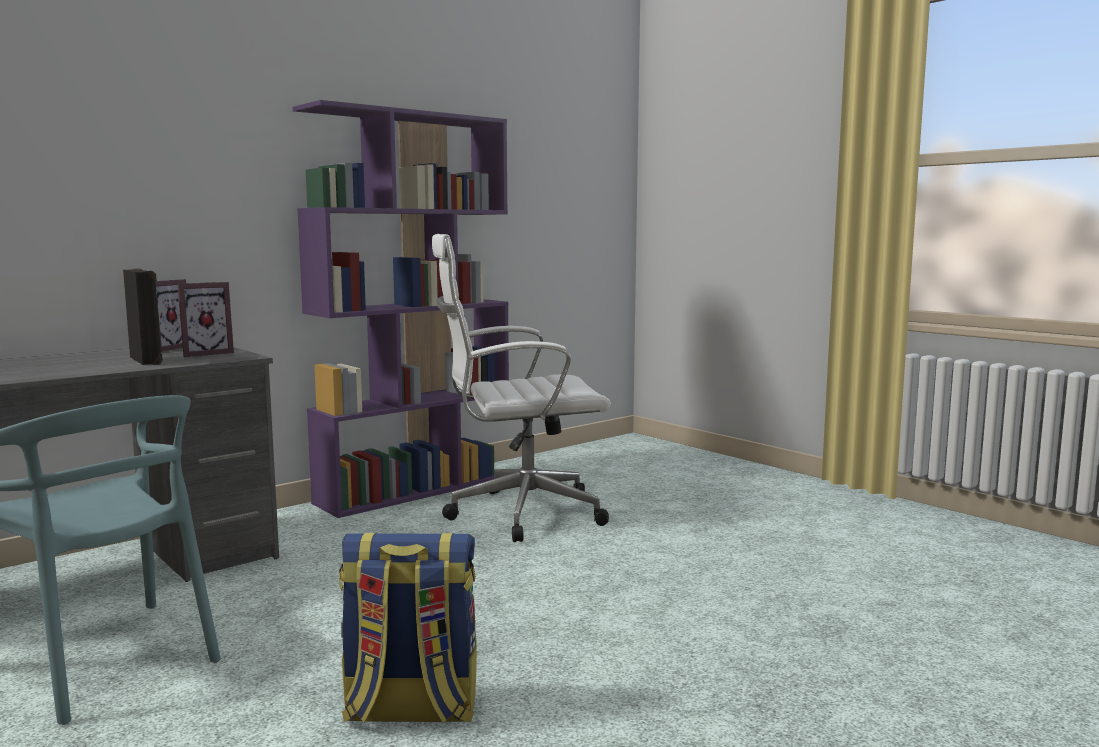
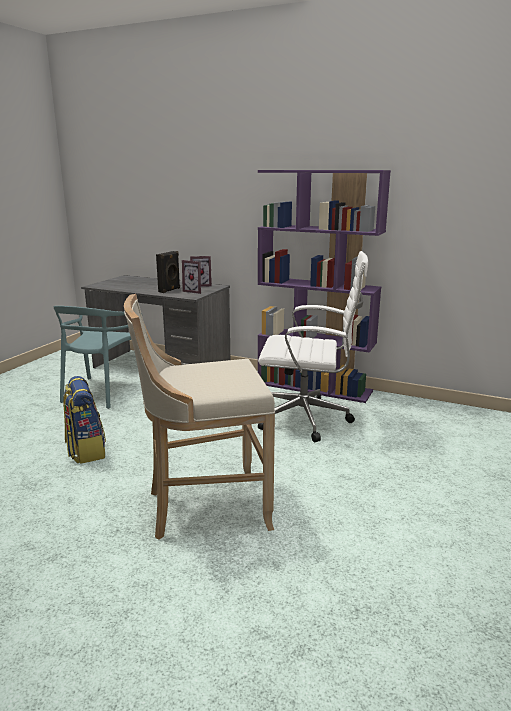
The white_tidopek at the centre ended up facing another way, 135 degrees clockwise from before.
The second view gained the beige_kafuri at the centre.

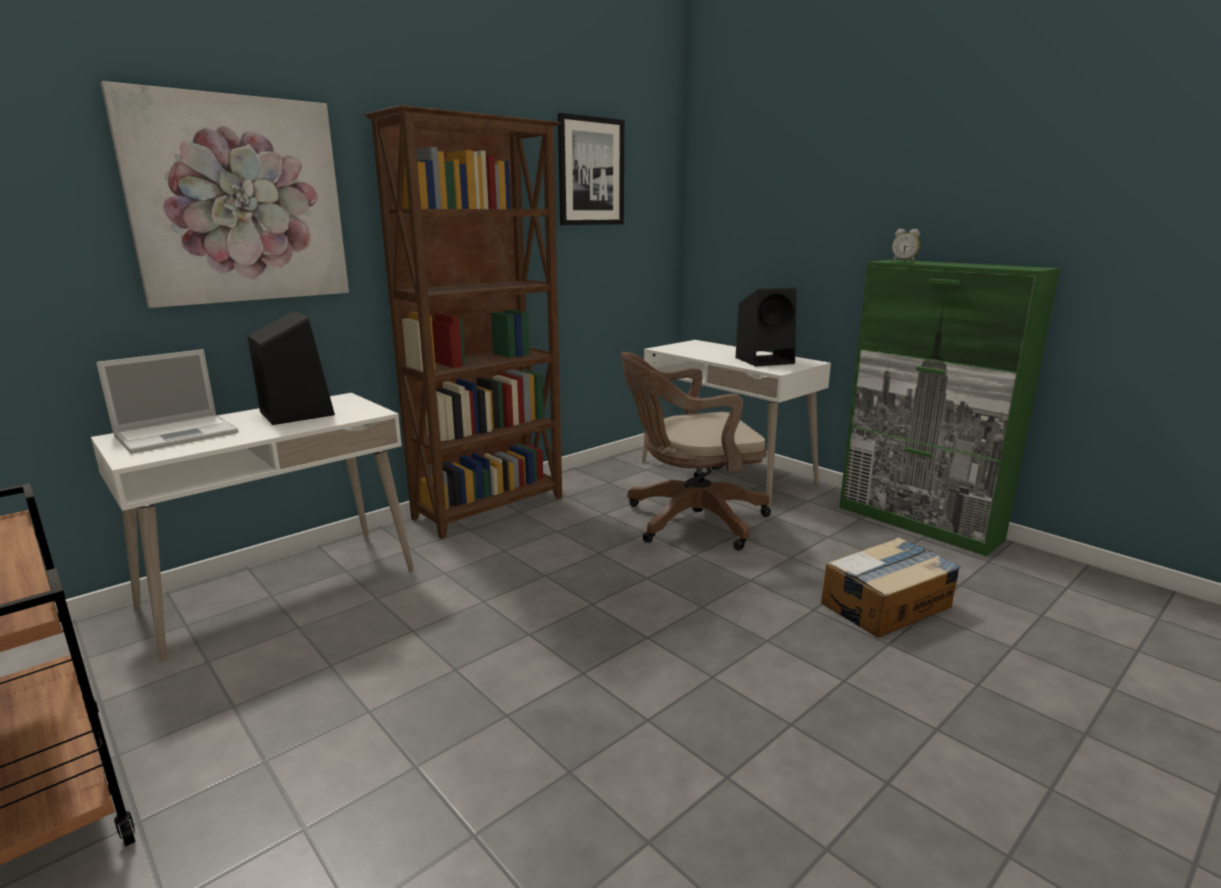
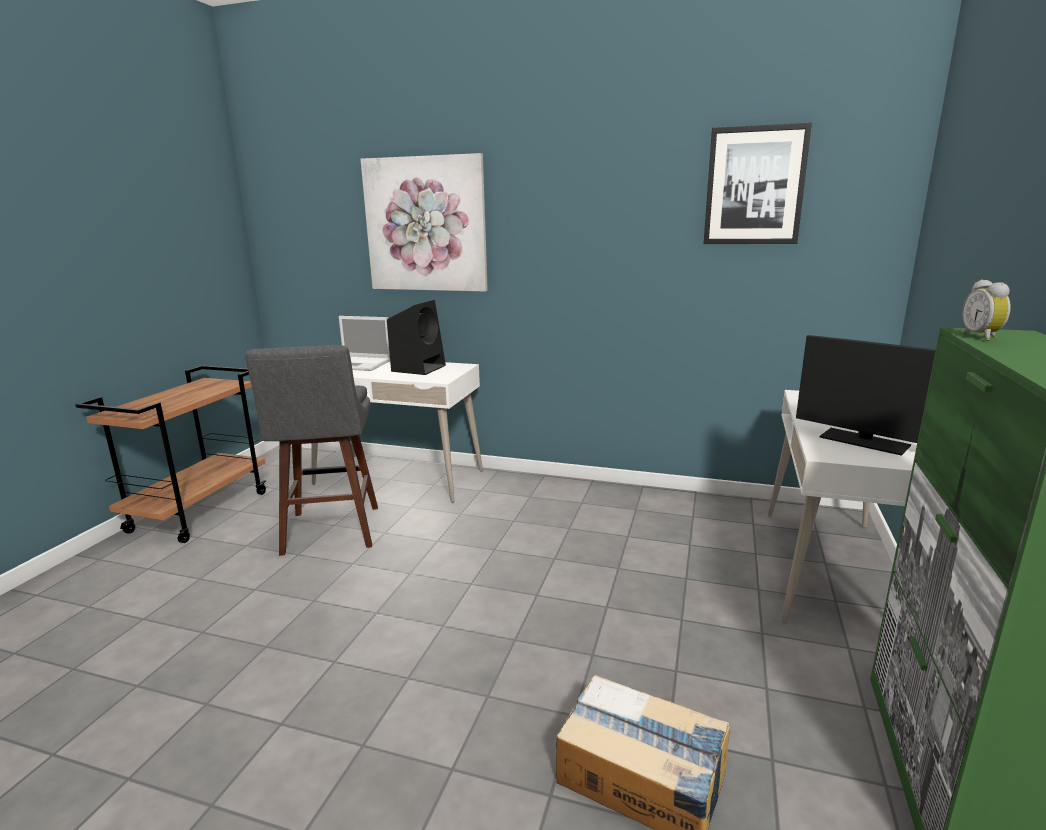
The second view lost the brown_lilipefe at the centre.
The second view lost the brown_tidopek at the centre.
Where the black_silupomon (no. 2 from left) stood at the centre, the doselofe came to stand at the middle right.
The second view gained the grey_kafuri at the middle left.

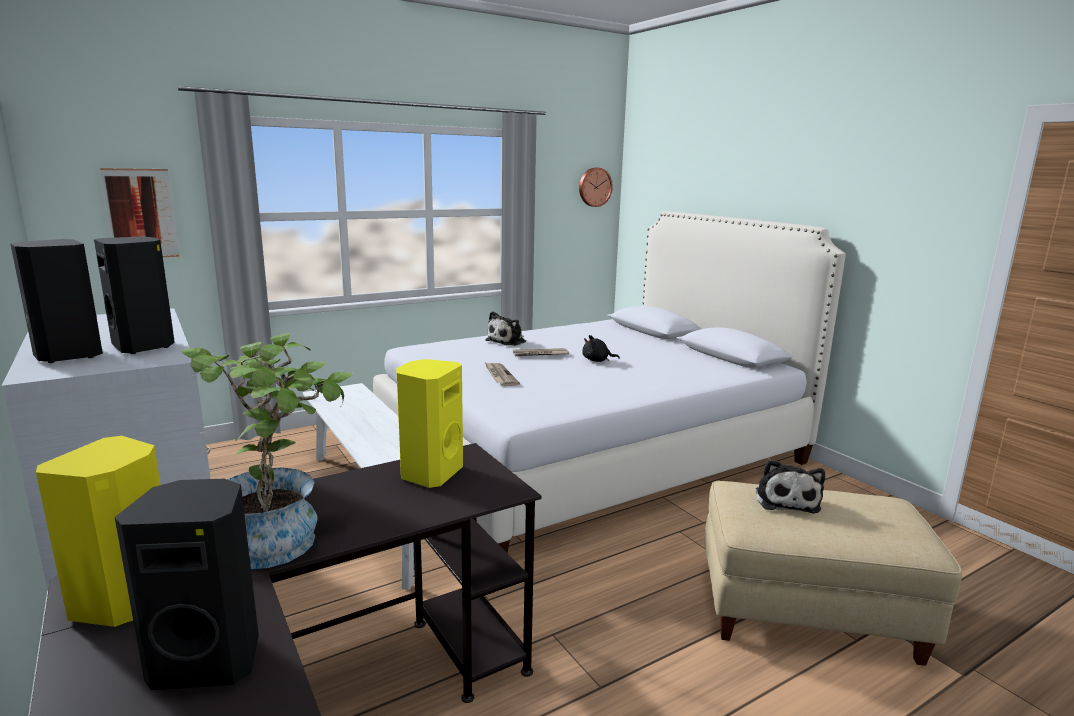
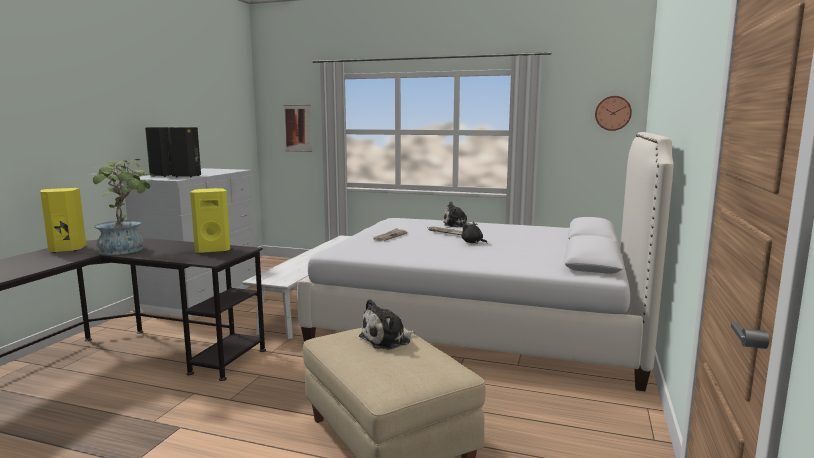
The second view lost the black_silupomon (no. 3 from left) at the bottom left.

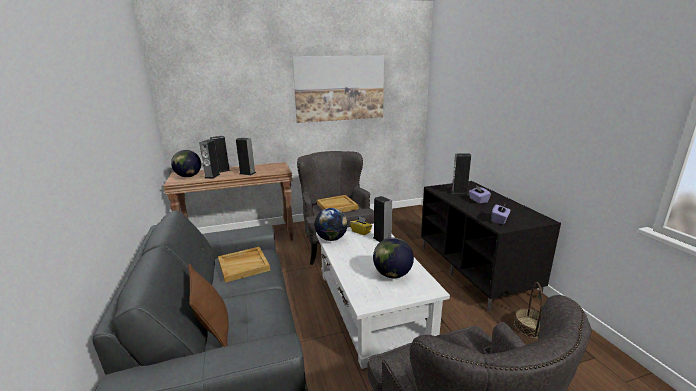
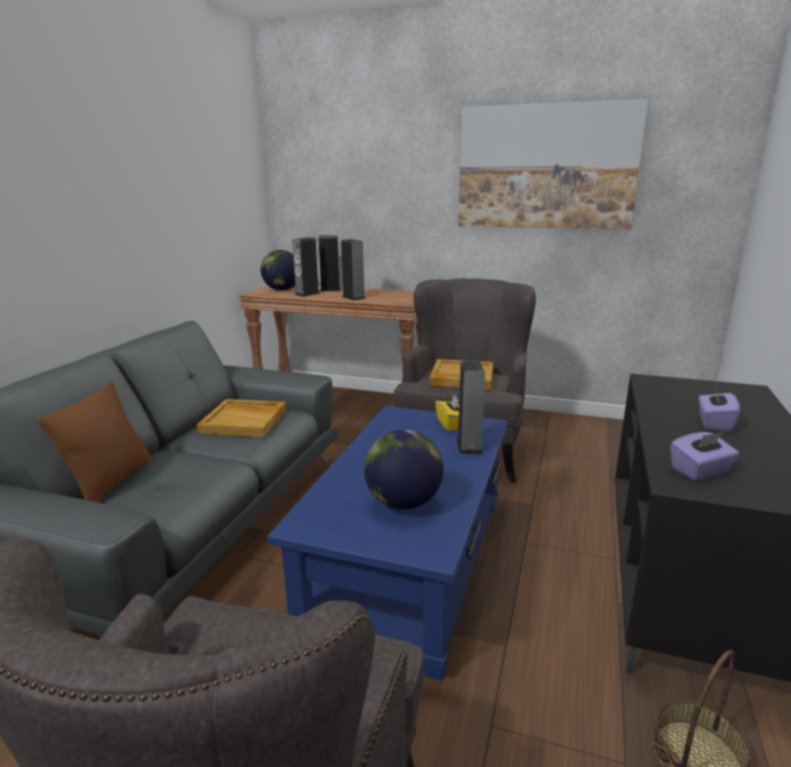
The second view lost the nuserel (no. 2 from left) at the centre.
What was the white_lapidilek at the bottom centre turned into the blue_lapidilek at the bottom centre.
The second view lost the silupomon (no. 5 from left) at the centre.

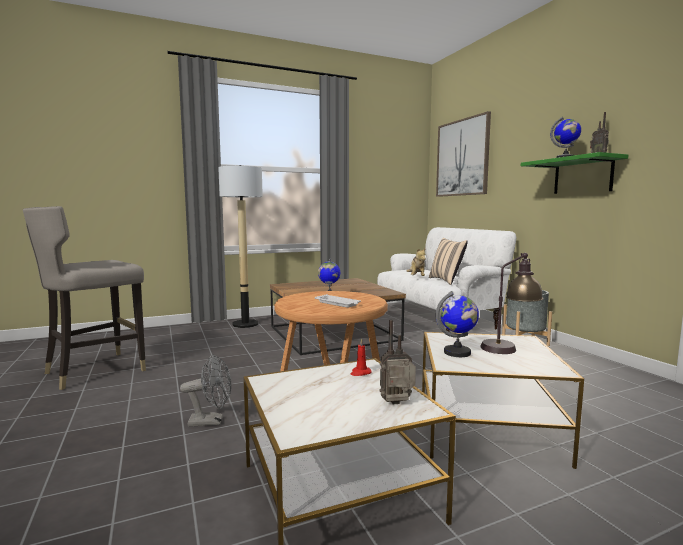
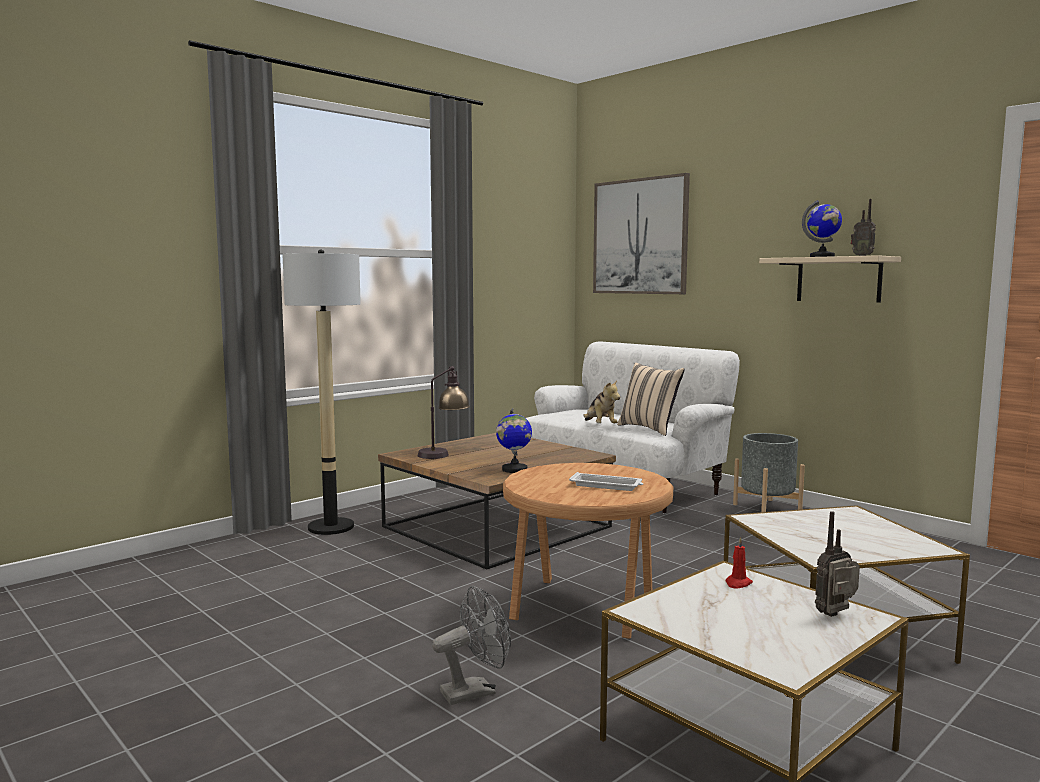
The second view lost the grey_kafuri at the middle left.
The second view lost the nuserel (no. 2 from left) at the middle right.
The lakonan ended up elsewhere, having gone from the middle right to the centre.
What was the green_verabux at the top right turned into the beige_verabux at the middle right.

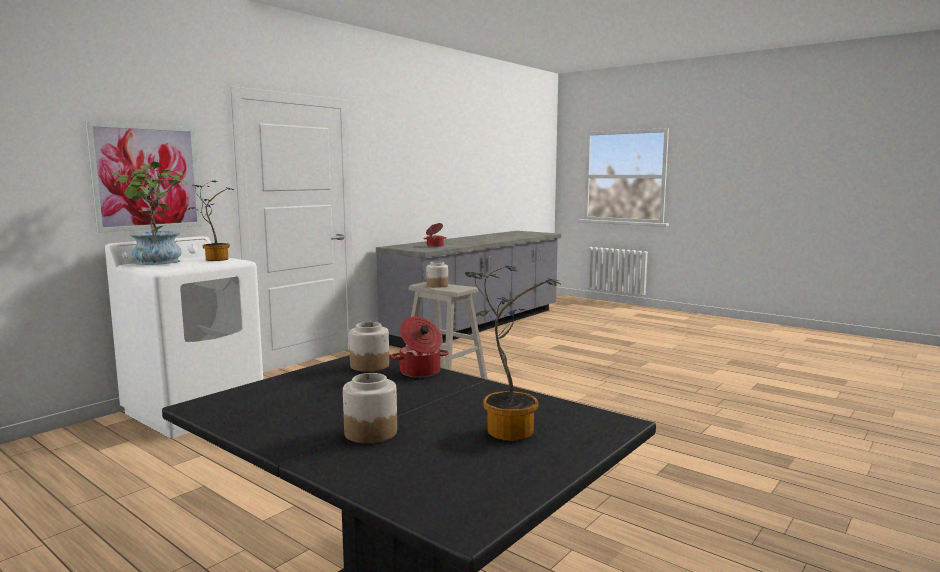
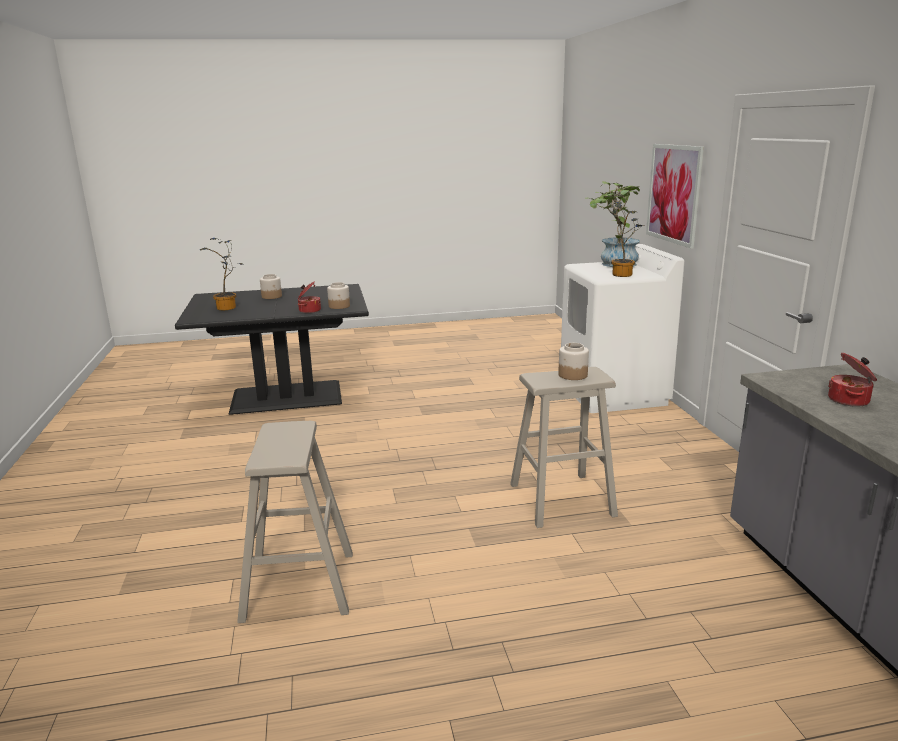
The second view gained the beige_kafuri (no. 1 from left) at the bottom left.

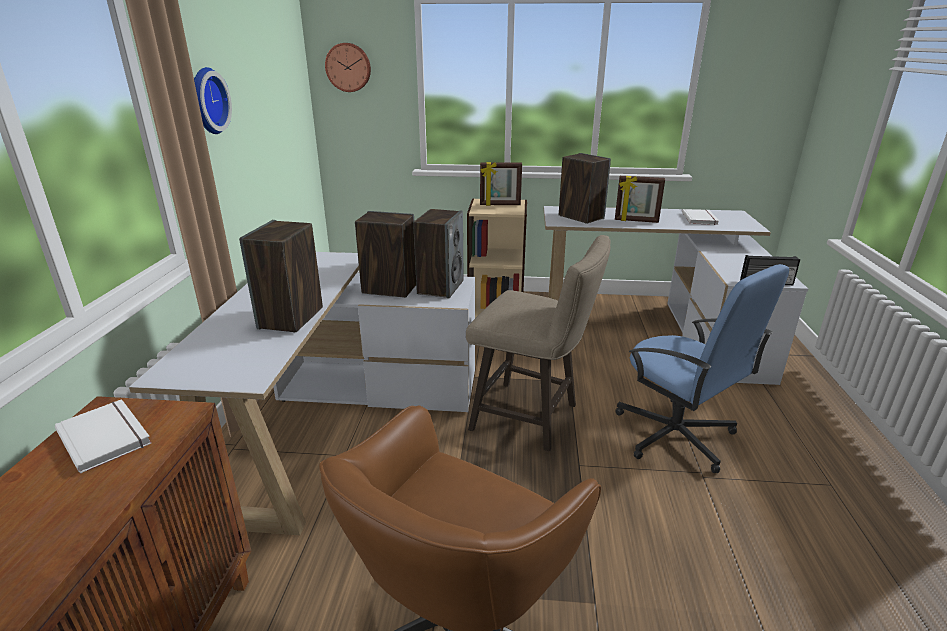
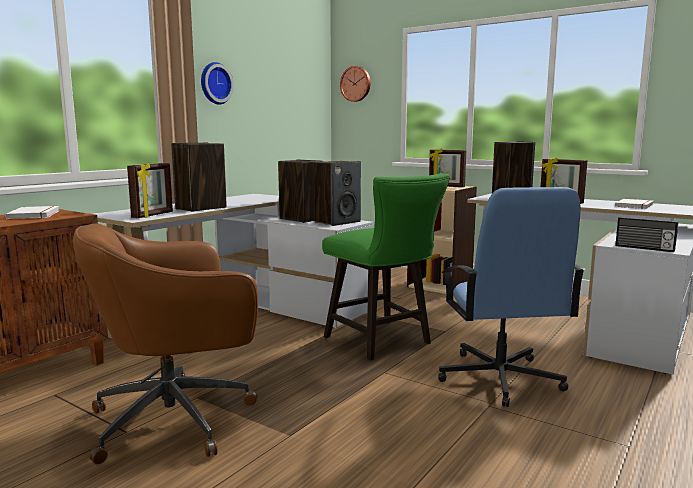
What was the beige_kafuri at the centre turned into the green_kafuri at the centre.
The second view gained the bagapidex (no. 1 from left) at the middle left.

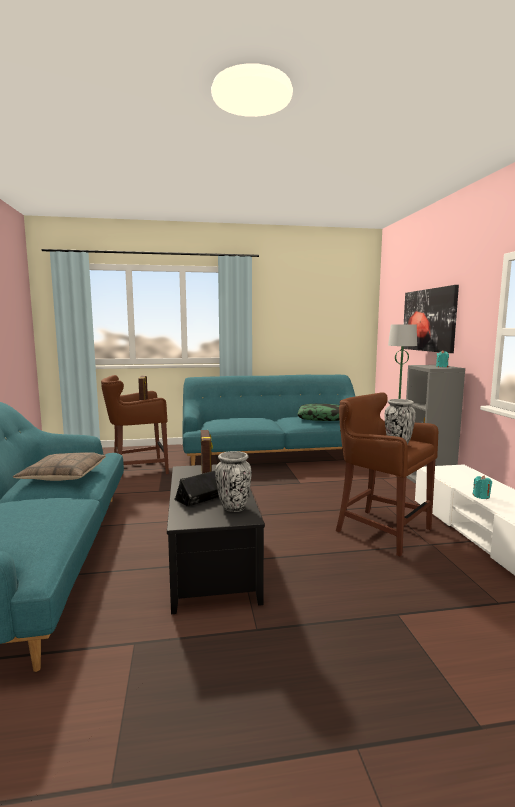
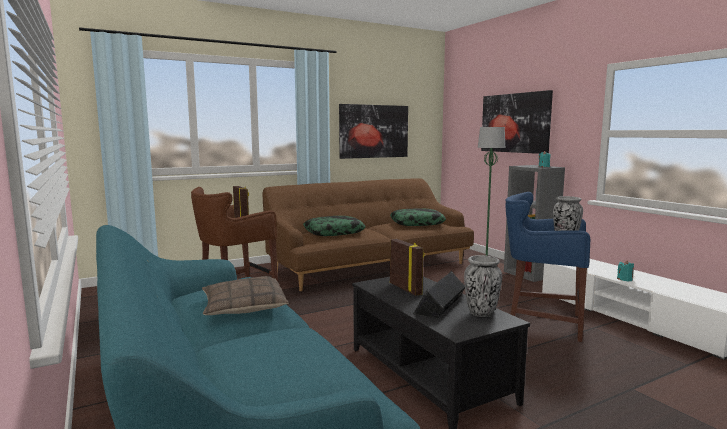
What was the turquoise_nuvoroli (no. 2 from left) at the centre turned into the brown_nuvoroli at the centre.
What was the brown_kafuri (no. 2 from left) at the middle right turned into the blue_kafuri at the middle right.
The second view gained the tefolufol (no. 2 from left) at the centre.
The second view gained the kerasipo (no. 1 from left) at the top centre.

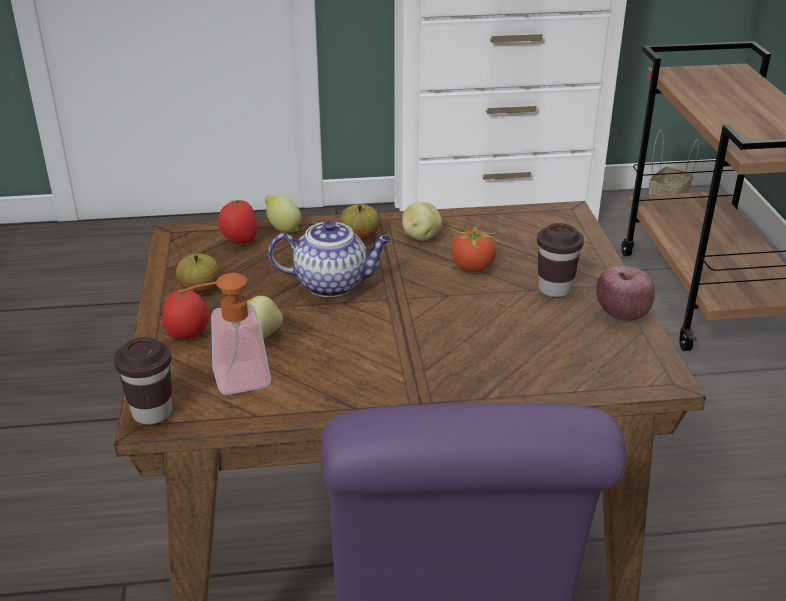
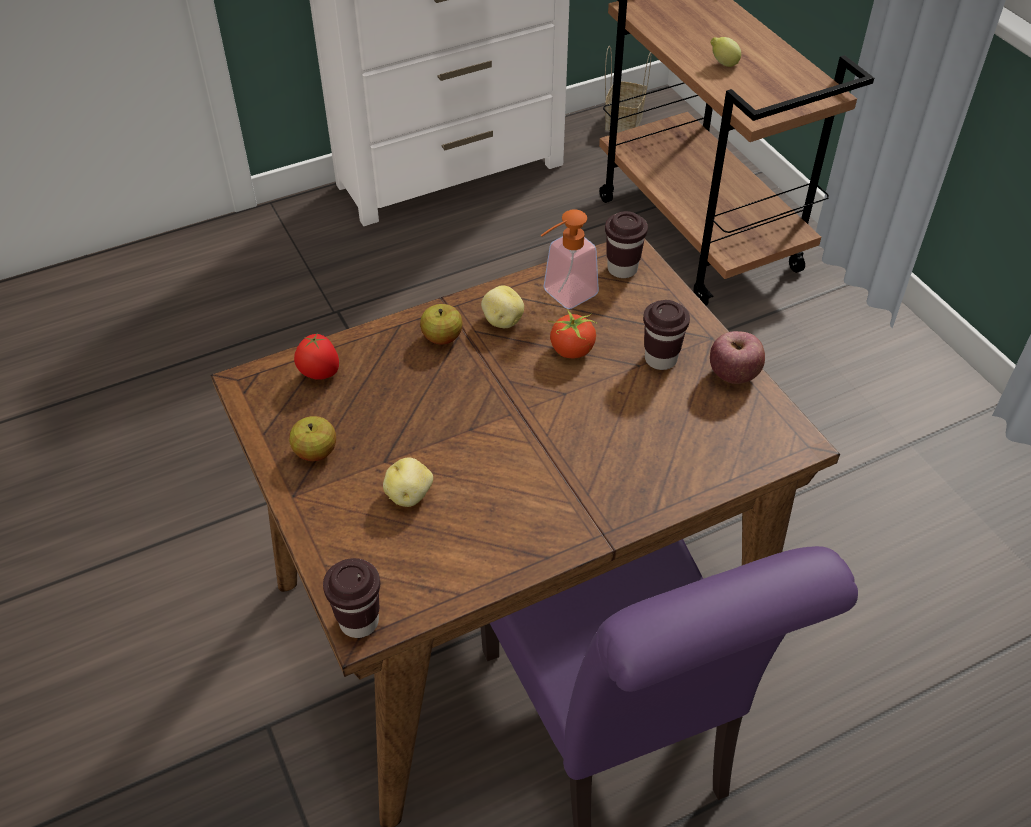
The second view lost the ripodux (no. 1 from left) at the middle left.
The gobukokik ended up elsewhere, having gone from the middle left to the top centre.
The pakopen ended up elsewhere, having gone from the centre to the top right.
The second view lost the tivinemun at the centre.
The second view gained the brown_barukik (no. 2 from left) at the top centre.

